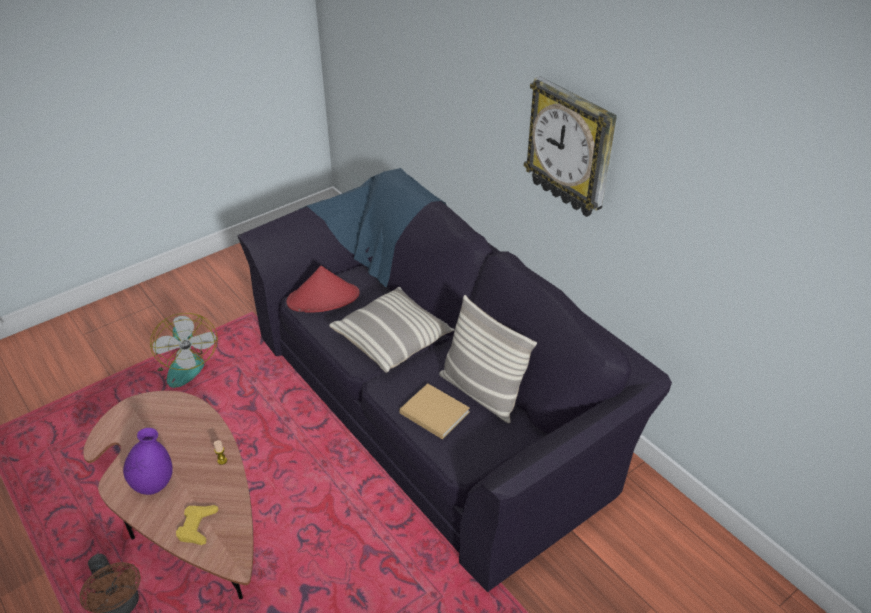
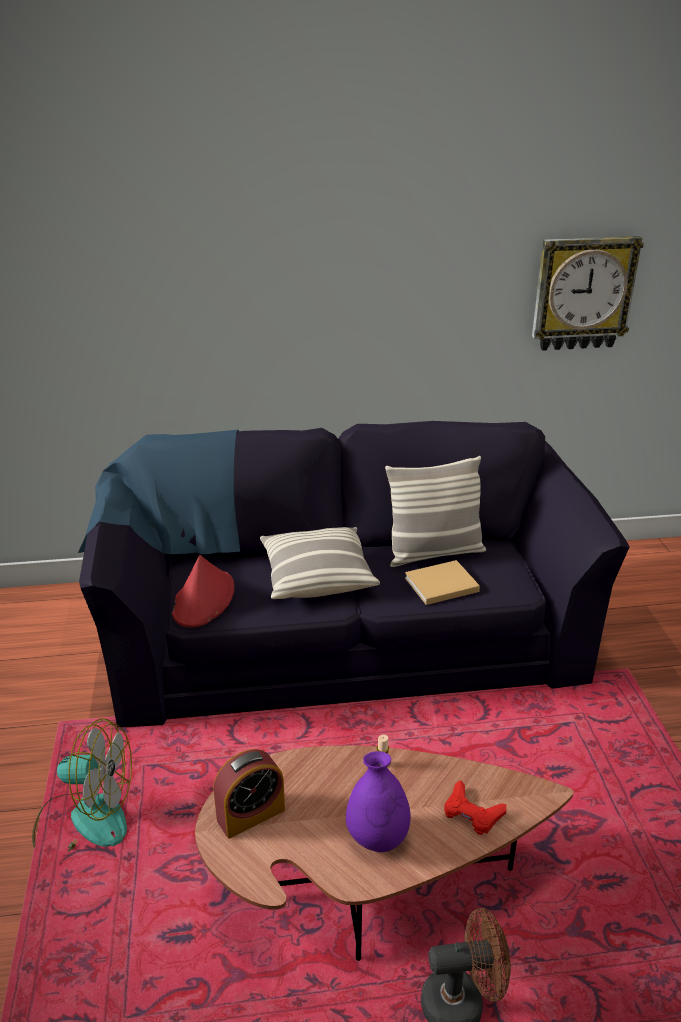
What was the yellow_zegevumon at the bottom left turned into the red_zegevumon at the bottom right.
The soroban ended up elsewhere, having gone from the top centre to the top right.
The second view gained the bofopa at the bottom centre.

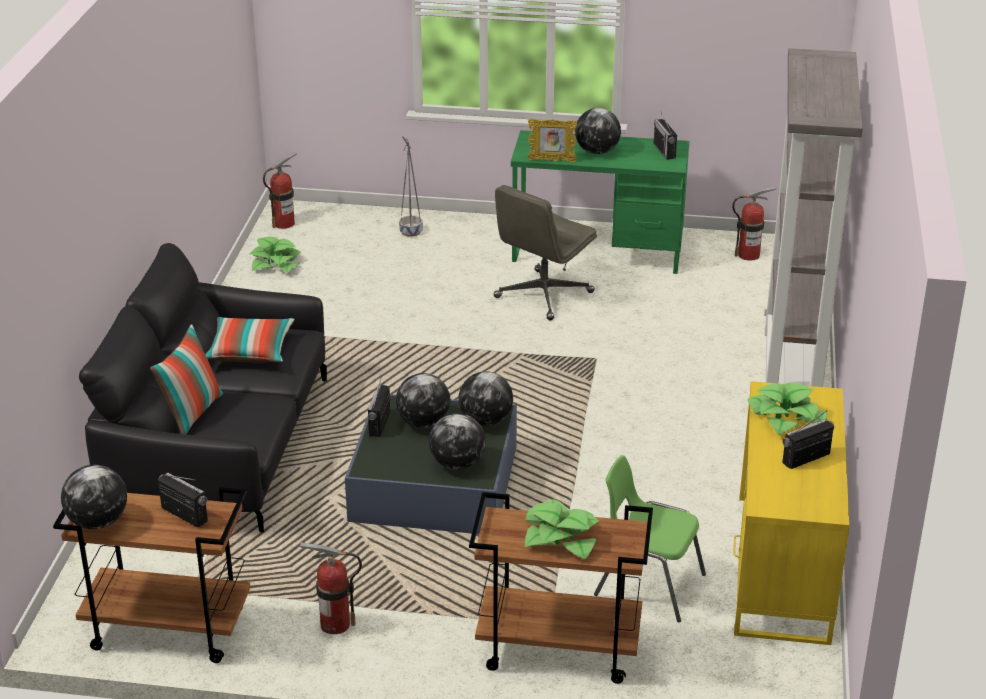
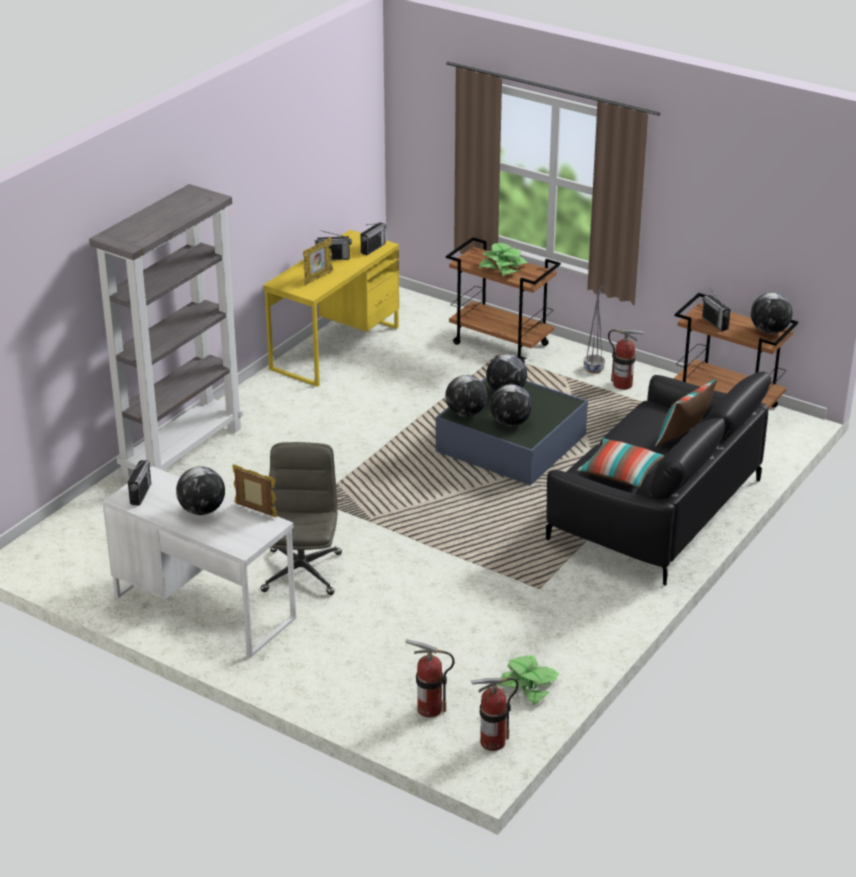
The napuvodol (no. 2 from left in the first image) ended up elsewhere, having gone from the centre to the top centre.
The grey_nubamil ended up elsewhere, having gone from the top centre to the middle right.
The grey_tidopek at the centre ended up facing another way, 60 degrees counterclockwise from before.
What was the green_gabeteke at the top centre turned into the white_gabeteke at the middle left.
The second view lost the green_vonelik at the bottom centre.
The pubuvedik (no. 3 from left in the first image) ended up elsewhere, having gone from the top right to the bottom centre.
Where the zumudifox (no. 3 from left) stood at the middle right, the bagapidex (no. 2 from left) came to stand at the top centre.

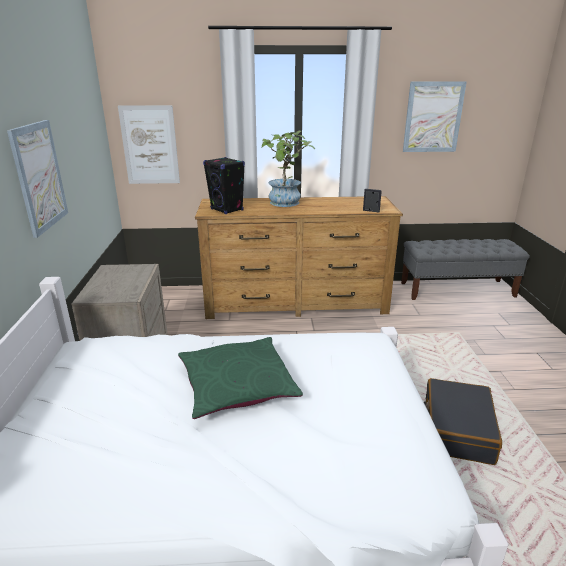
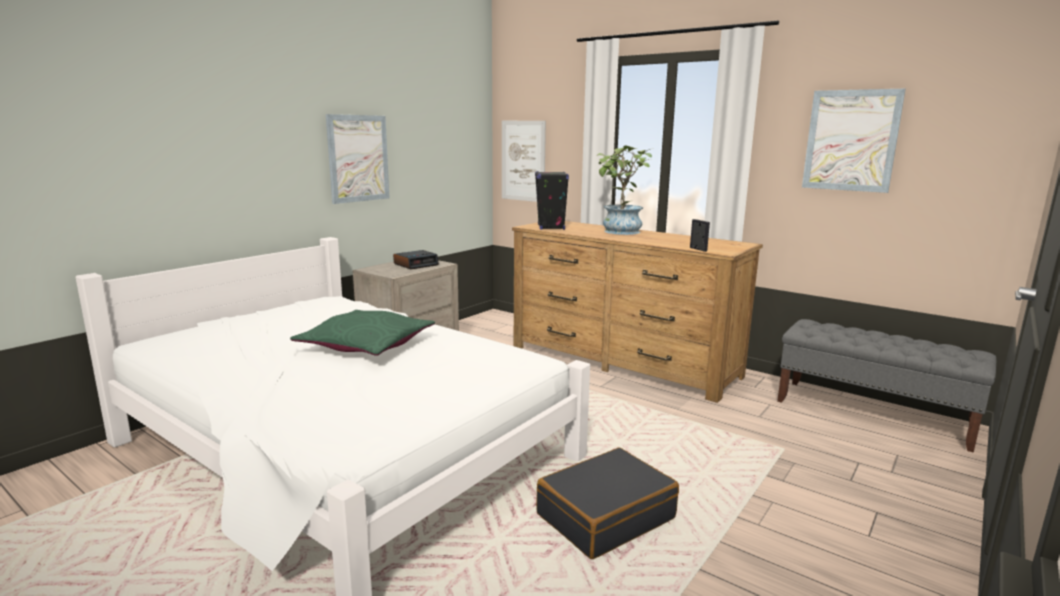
The second view gained the bofopa at the centre.

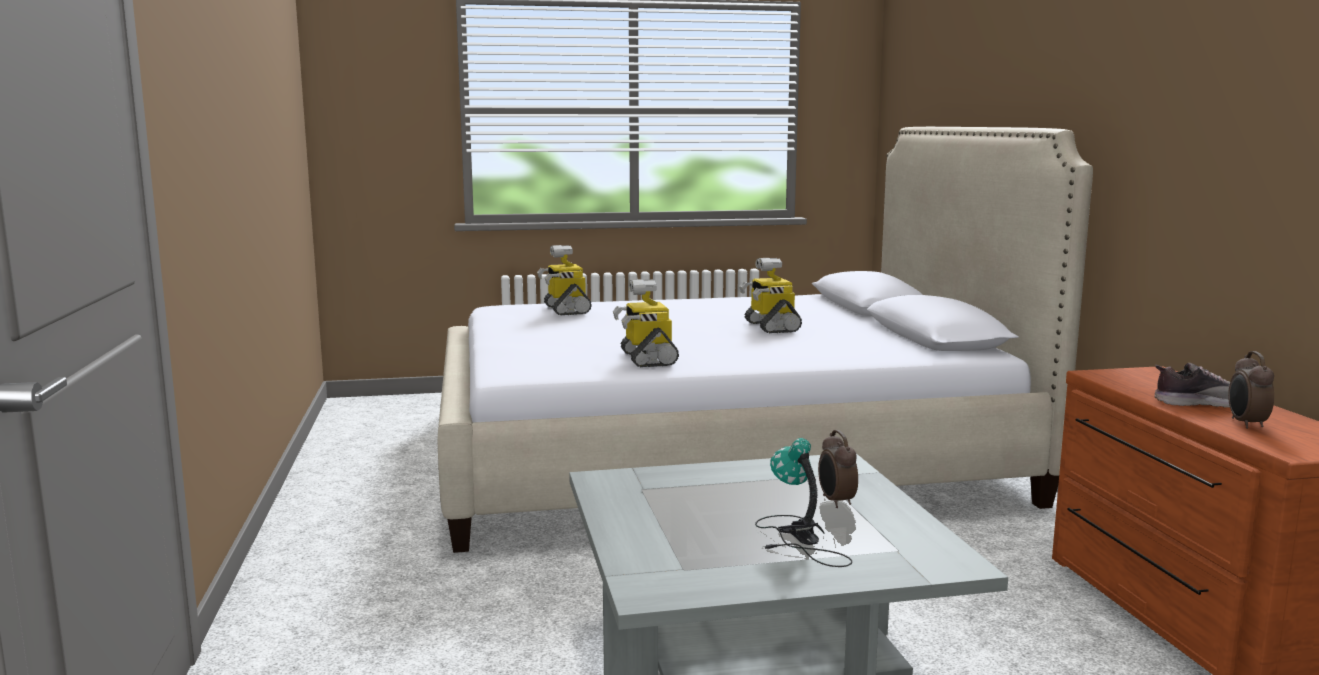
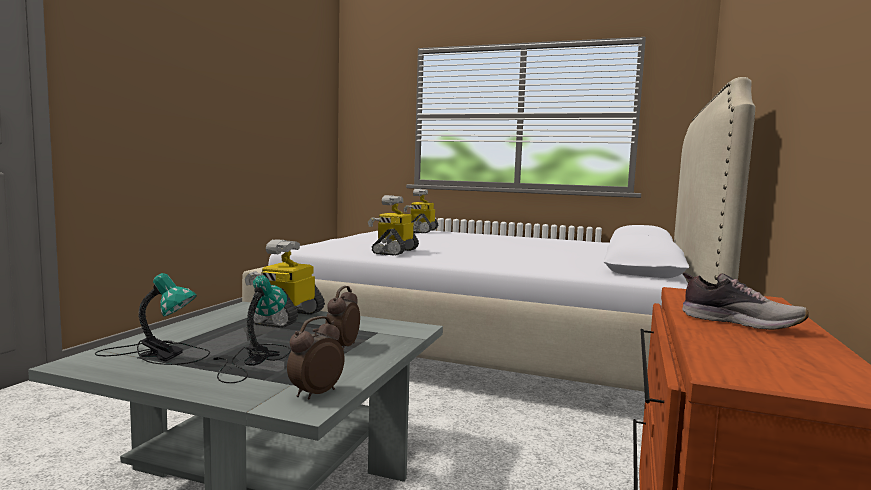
The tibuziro (no. 3 from left in the first image) ended up elsewhere, having gone from the centre to the middle left.
The bofopa (no. 2 from left in the first image) ended up elsewhere, having gone from the middle right to the bottom centre.
The second view gained the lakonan (no. 1 from left) at the middle left.

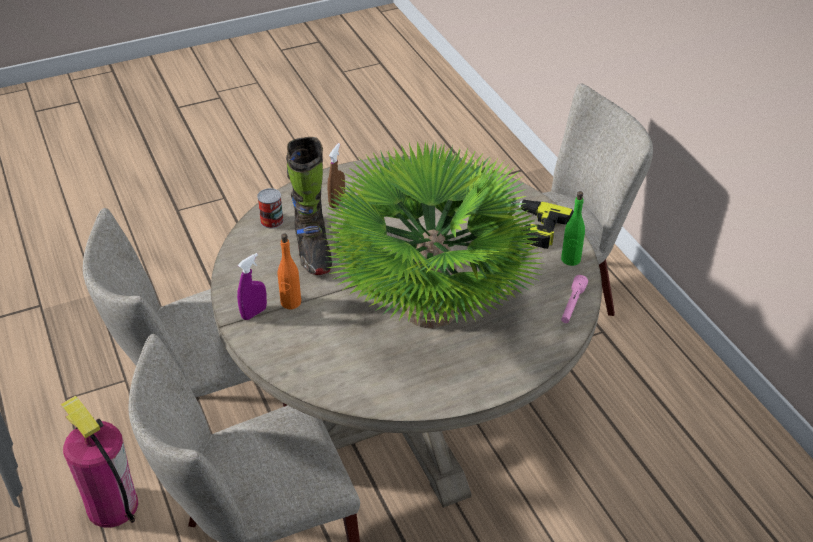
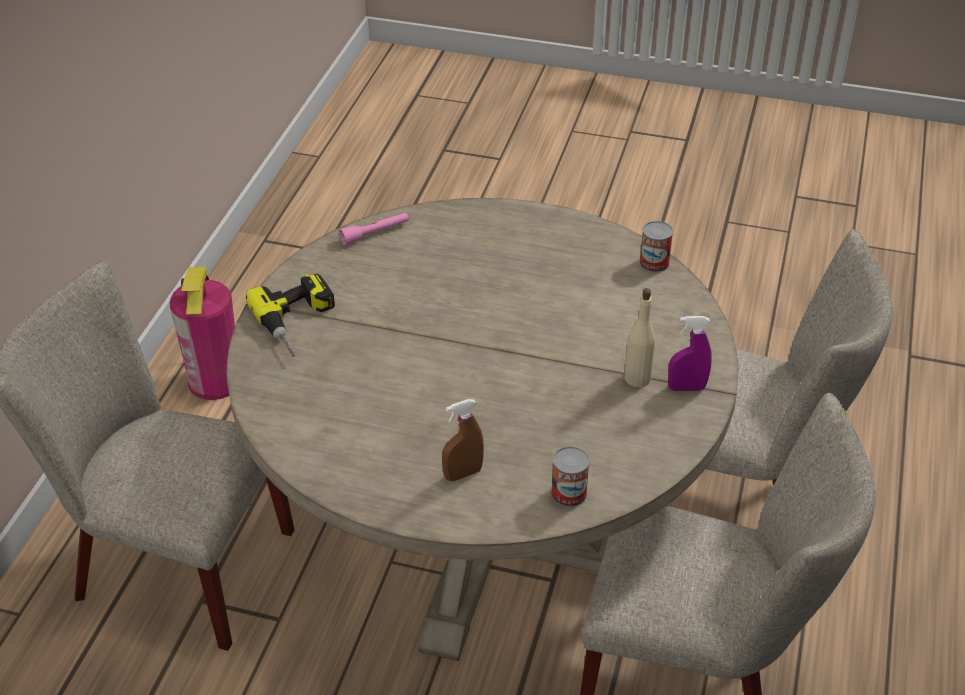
The pubuvedik ended up elsewhere, having gone from the bottom left to the middle left.
What was the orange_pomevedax at the centre turned into the beige_pomevedax at the centre.
The second view lost the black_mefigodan at the centre.
The second view lost the zumudifox at the centre.
The second view lost the green_pomevedax at the middle right.
The second view gained the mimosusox (no. 2 from left) at the middle right.

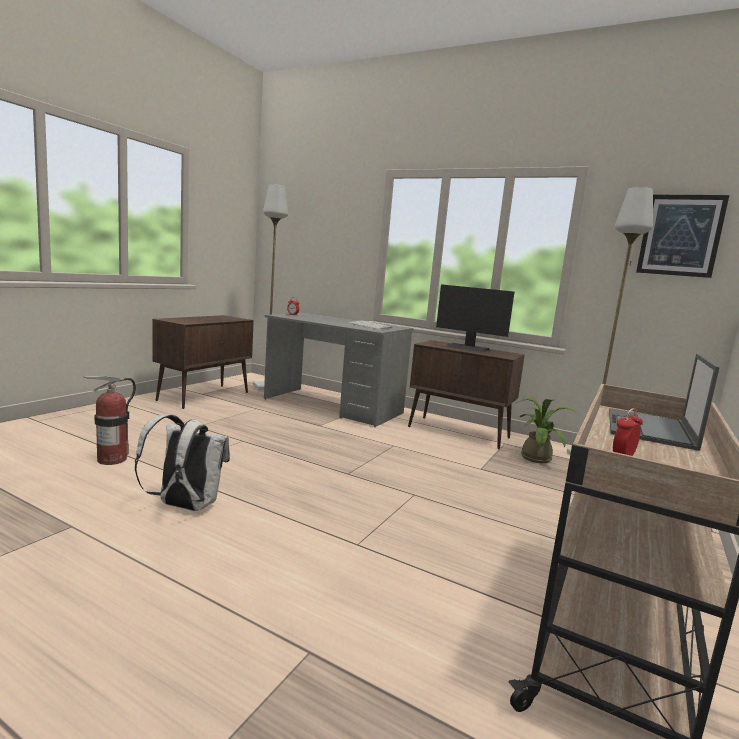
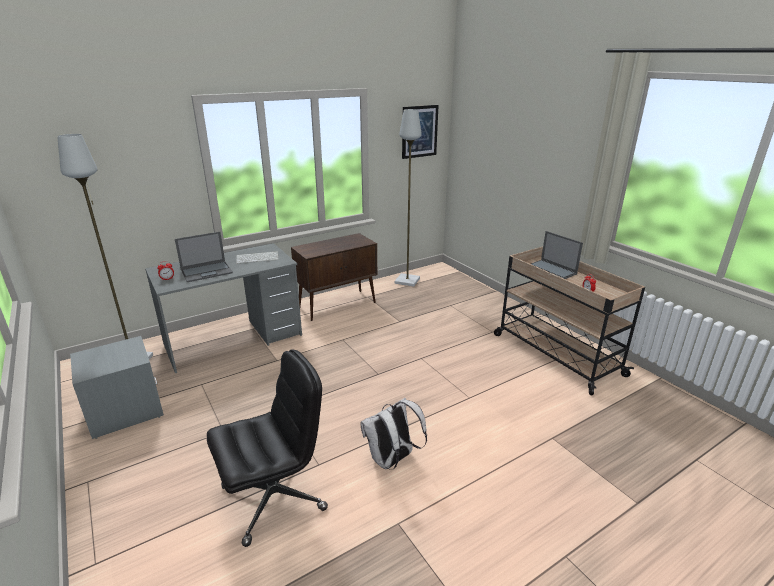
Where the pubuvedik stood at the middle left, the black_tidopek came to stand at the bottom centre.
Where the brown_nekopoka (no. 1 from left) stood at the middle left, the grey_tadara came to stand at the middle left.
The second view lost the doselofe at the centre.
The second view lost the zumudifox at the middle right.
The second view gained the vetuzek (no. 1 from left) at the middle left.

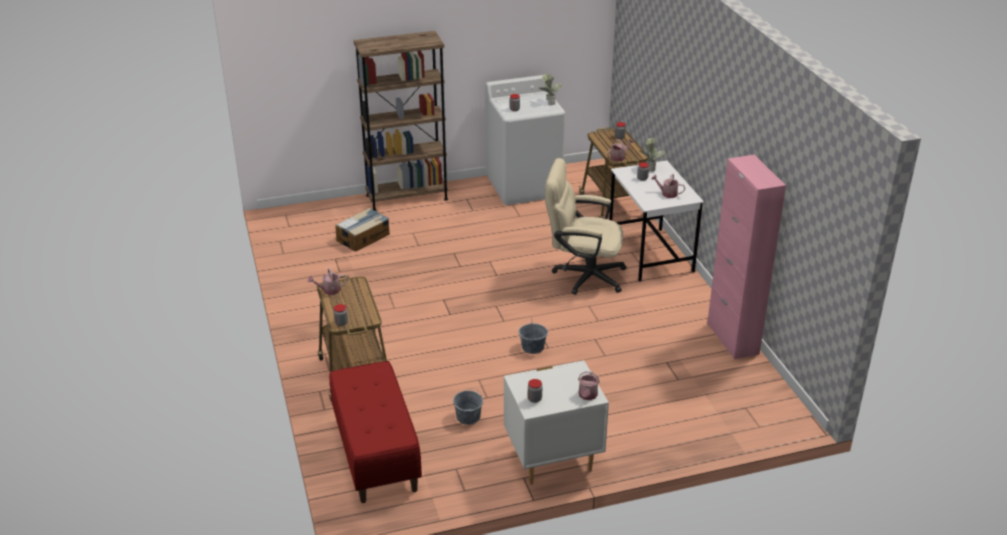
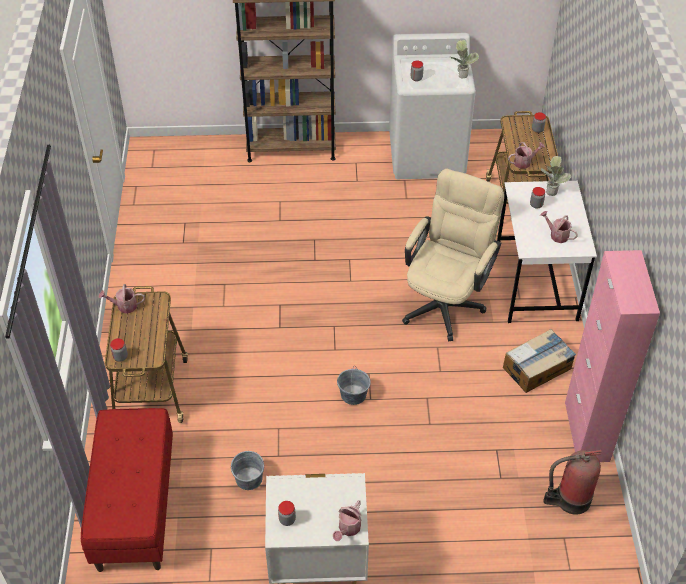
The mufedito ended up elsewhere, having gone from the centre to the middle right.
The beige_tidopek at the centre ended up facing another way, 90 degrees clockwise from before.
The second view gained the pubuvedik at the bottom right.

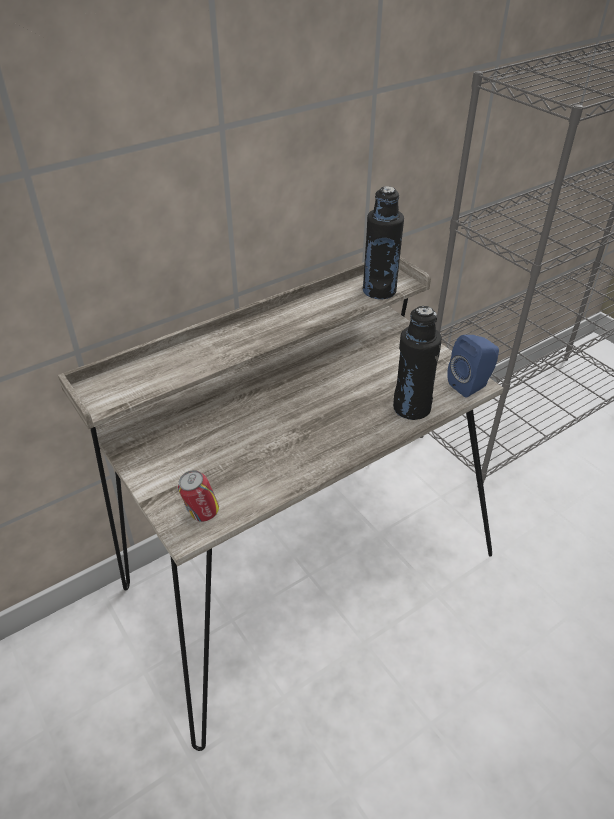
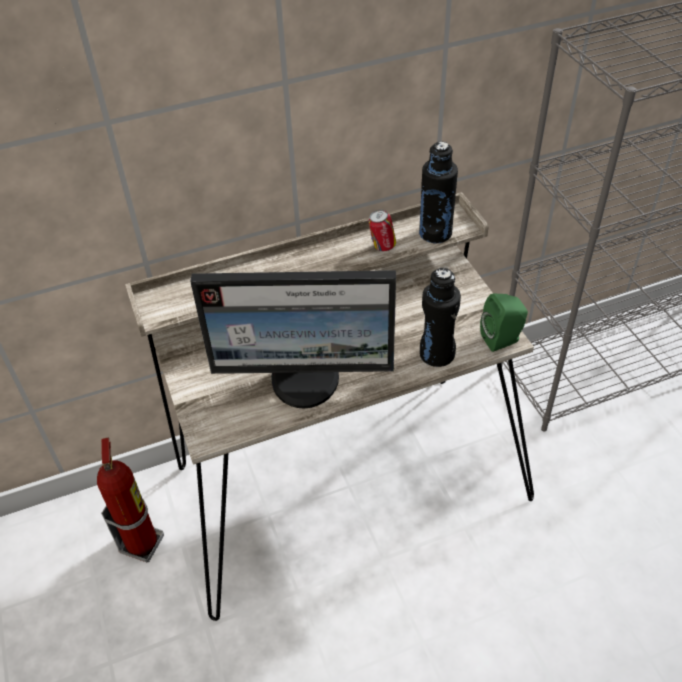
The mimosusox ended up elsewhere, having gone from the middle left to the centre.
What was the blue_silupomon at the middle right turned into the green_silupomon at the middle right.
The second view gained the pubuvedik at the bottom left.
The second view gained the doselofe at the centre.

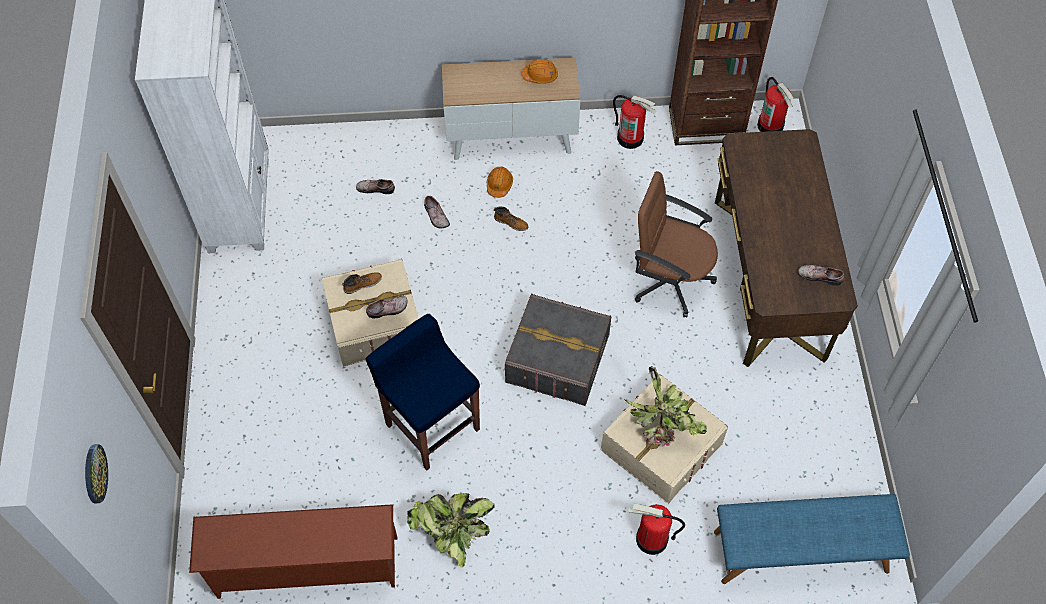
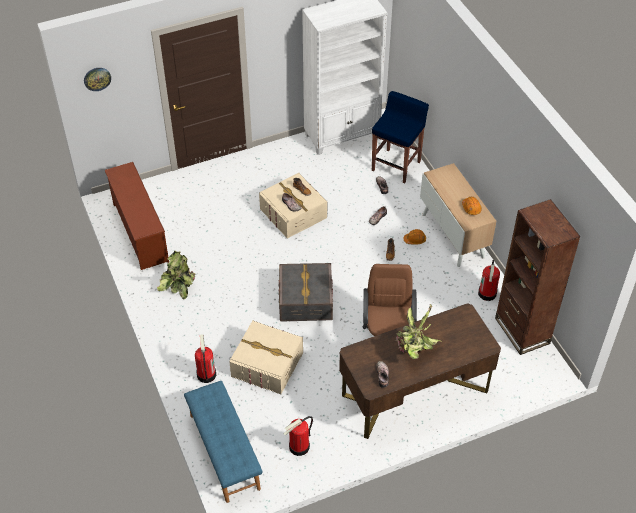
The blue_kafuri ended up elsewhere, having gone from the centre to the top centre.
The zumudifox (no. 2 from left) ended up elsewhere, having gone from the bottom centre to the centre.
The pubuvedik (no. 3 from left in the first image) ended up elsewhere, having gone from the top right to the bottom centre.

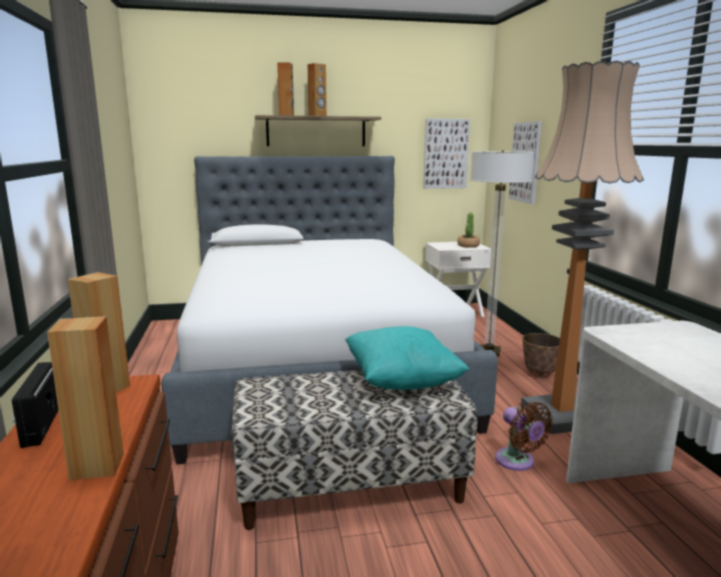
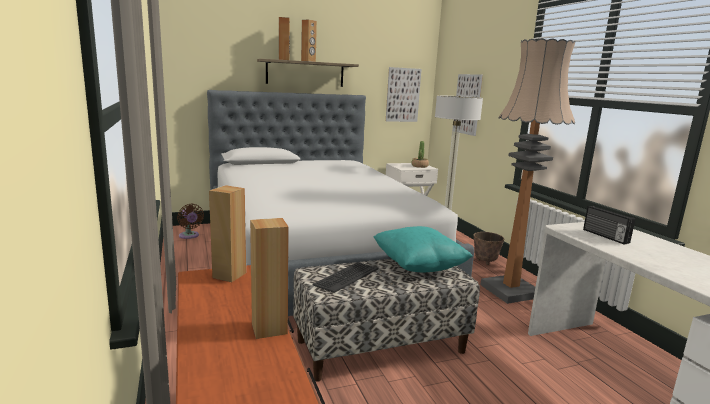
The napuvodol ended up elsewhere, having gone from the bottom left to the middle right.
The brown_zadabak ended up elsewhere, having gone from the bottom right to the middle left.
The second view gained the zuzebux at the bottom centre.

